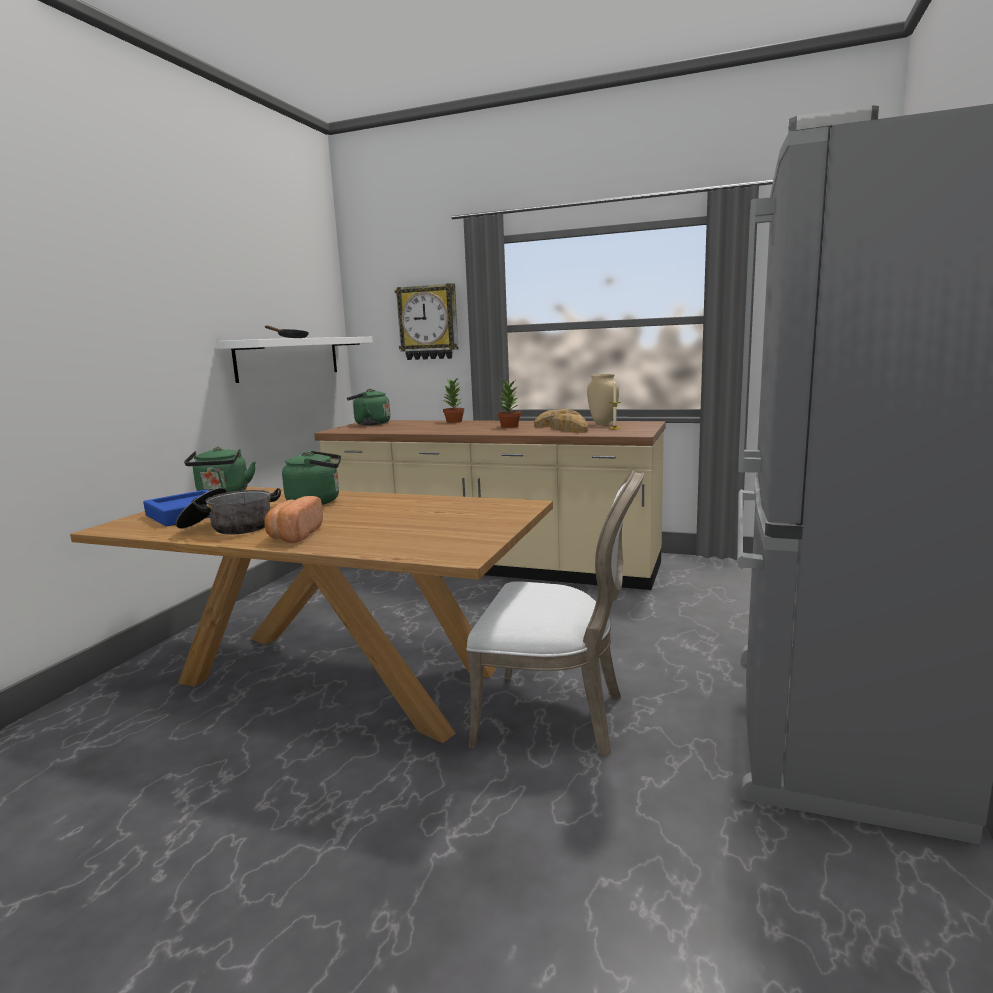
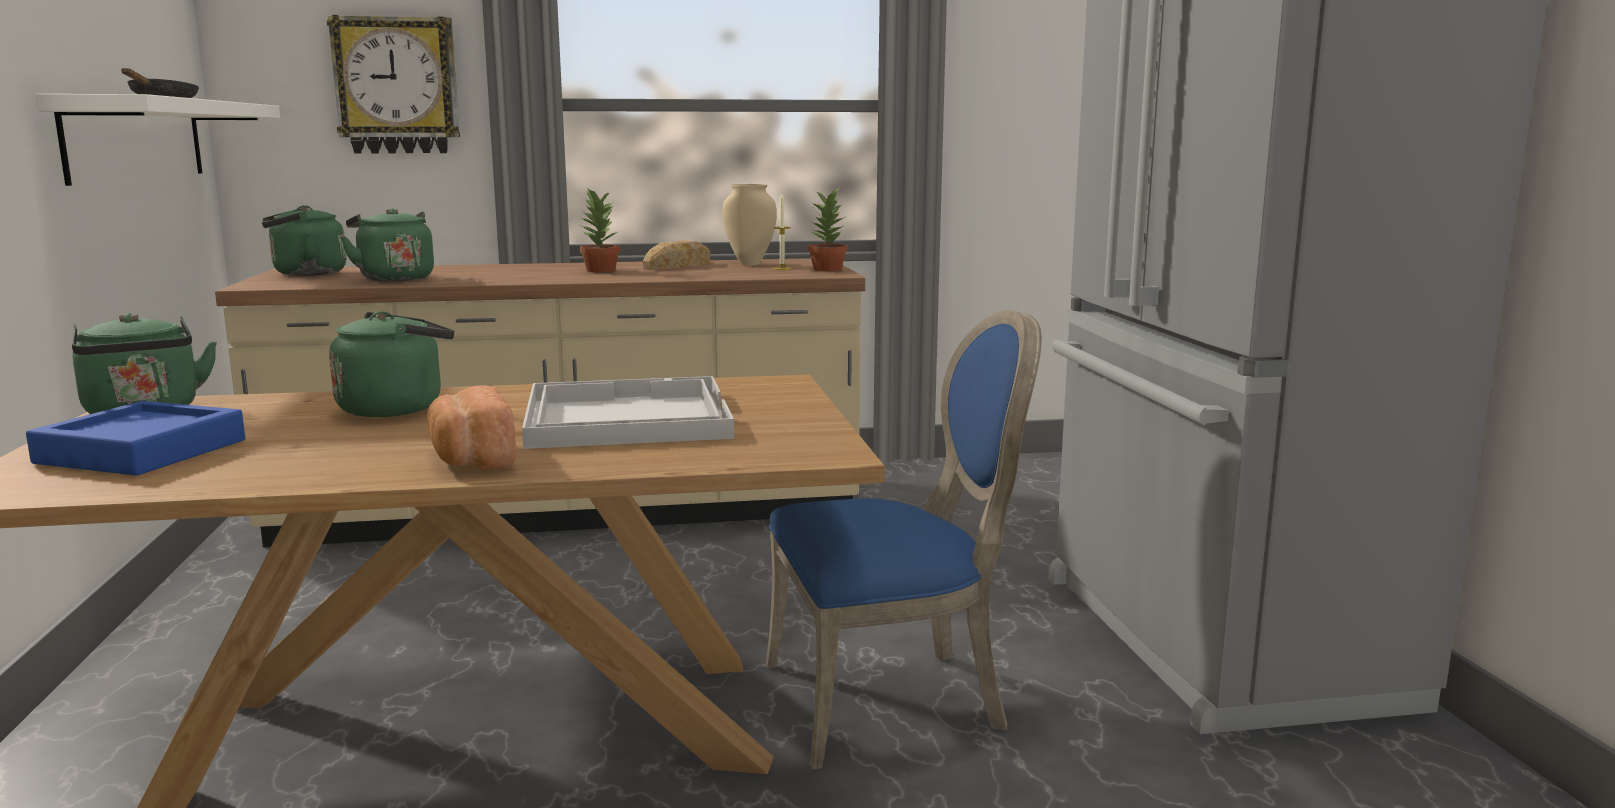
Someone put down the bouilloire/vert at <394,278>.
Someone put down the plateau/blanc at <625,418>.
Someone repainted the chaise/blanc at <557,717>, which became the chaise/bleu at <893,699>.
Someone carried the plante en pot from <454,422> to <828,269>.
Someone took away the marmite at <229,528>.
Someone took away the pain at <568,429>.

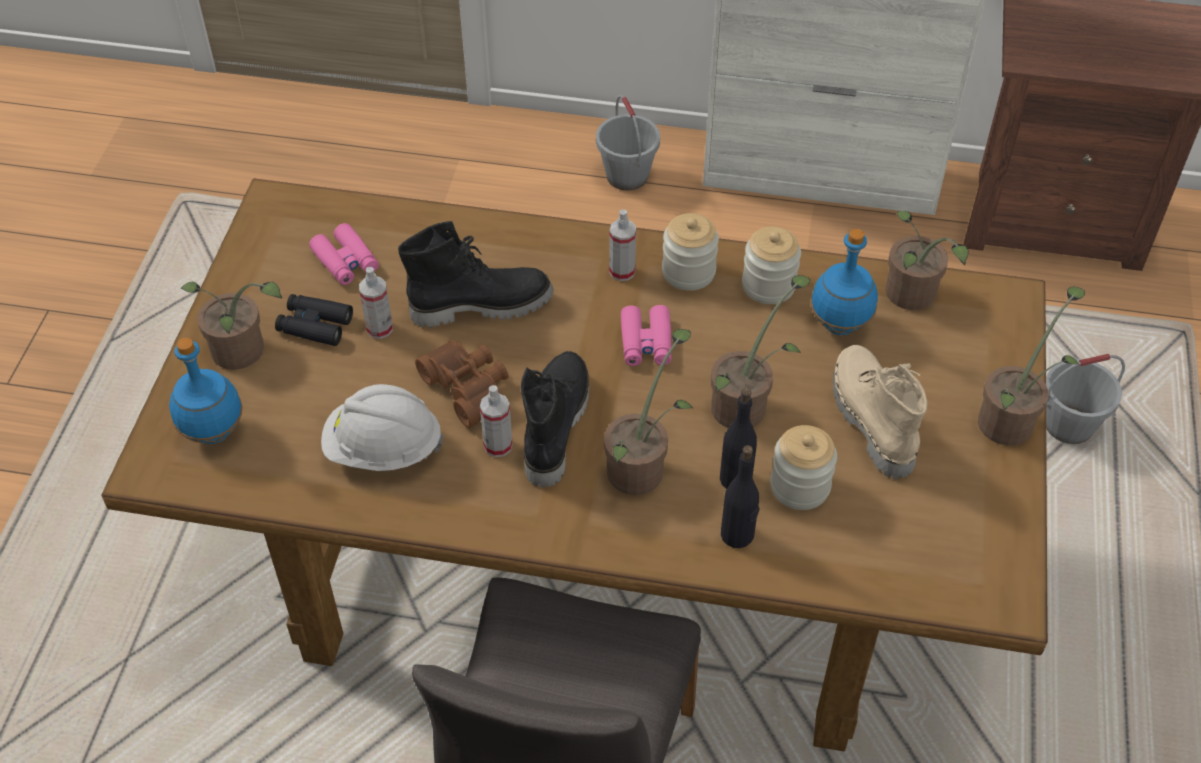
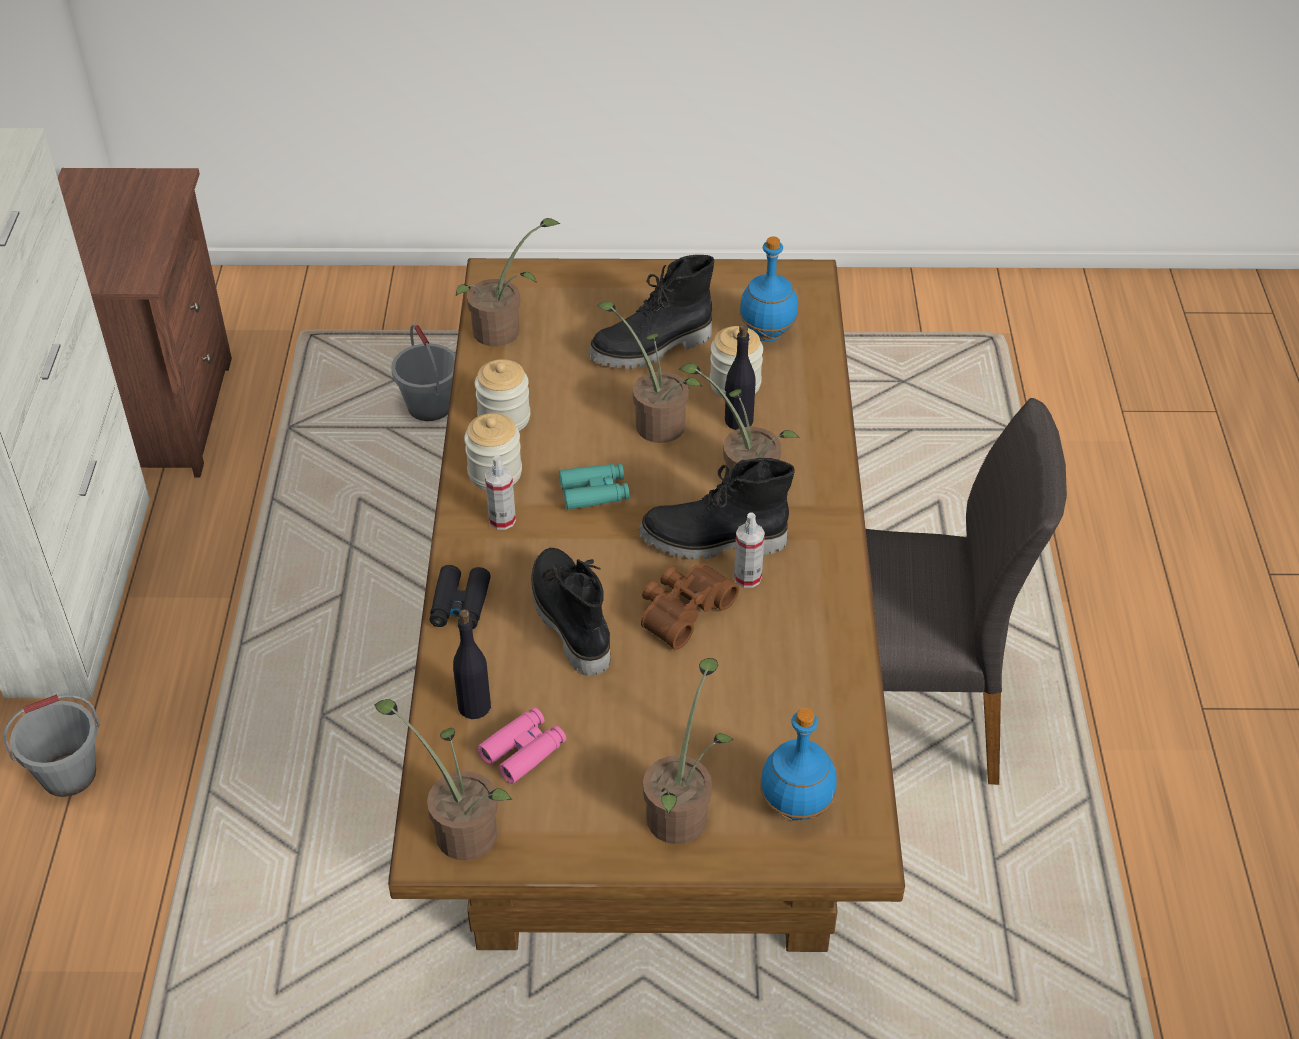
Someone carried the plante en pot from <1012,419> to <460,828>.
Someone carried the jumelles/noir from <315,325> to <460,604>.
Someone carried the bouteille/noir from <737,535> to <474,706>.
Someone repainted the jumelles/rose at <646,342>, which became the jumelles/turquoise at <594,492>.
Someone repainted the botte/beige at <869,419>, which became the botte/noir at <652,349>.
Someone carried the bouteille/bleu from <840,325> to <767,333>.
Someone took away the casque de chantier/blanc at <383,449>.
Someone took away the vaporisateur at <379,328>.

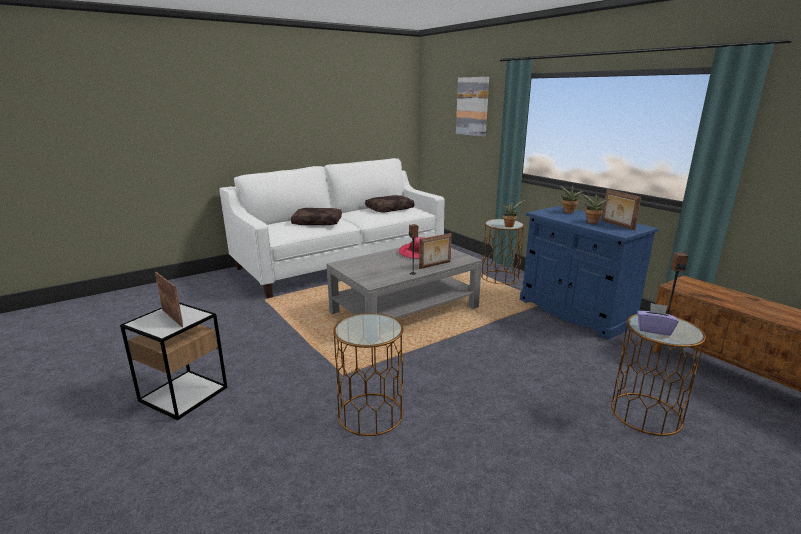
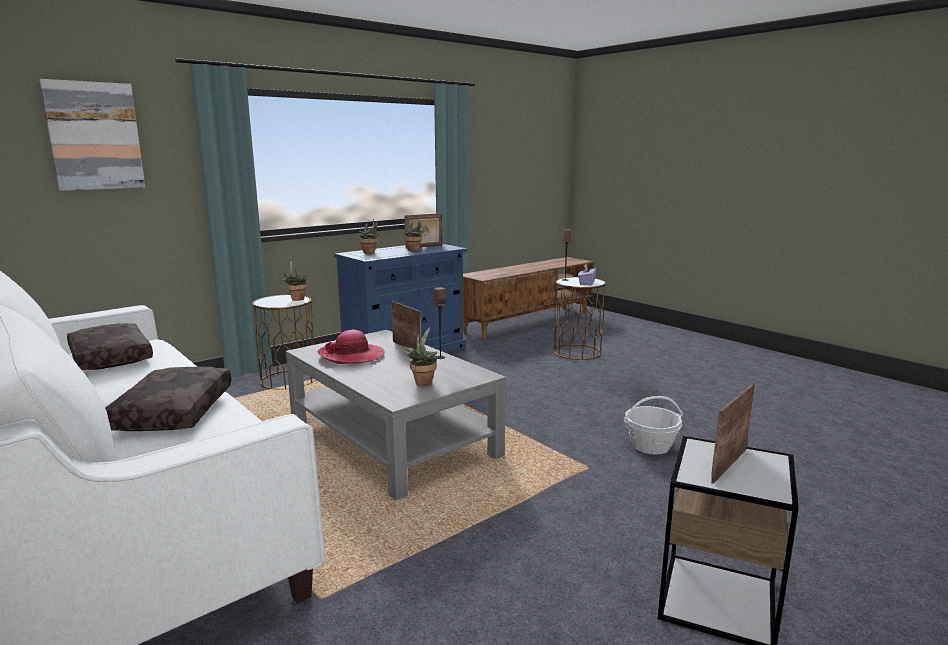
Someone put down the plante en pot at <423,382>.
Someone swapped the table d'appoint/marron at <371,413> for the panier at <650,446>.

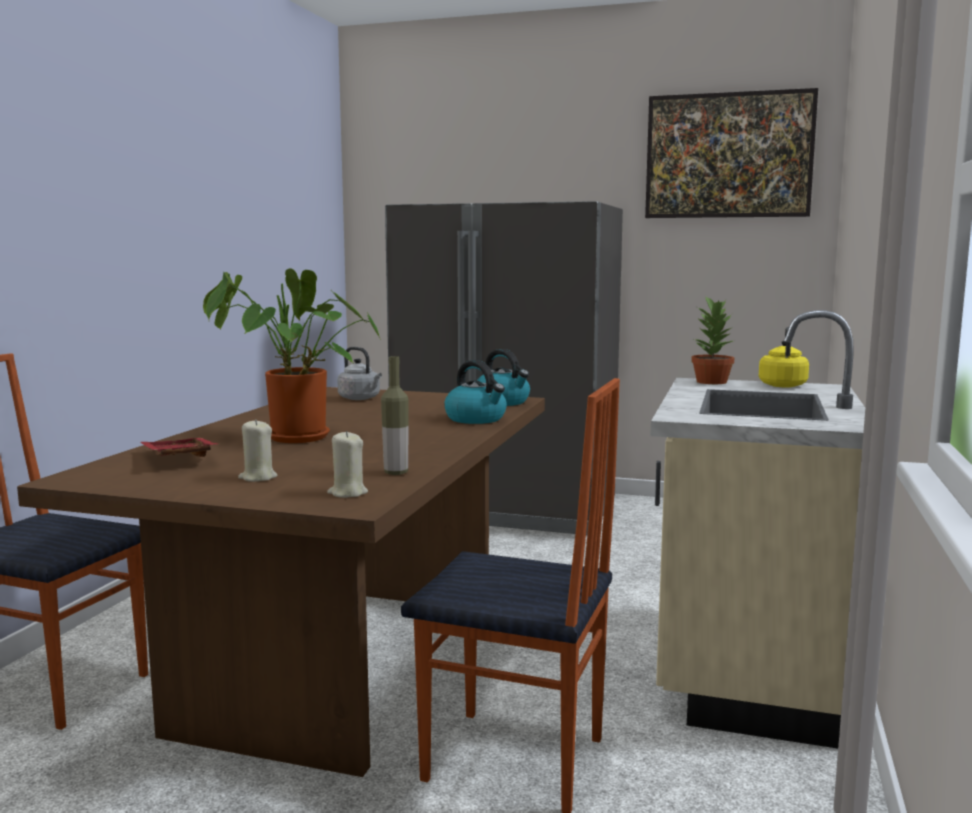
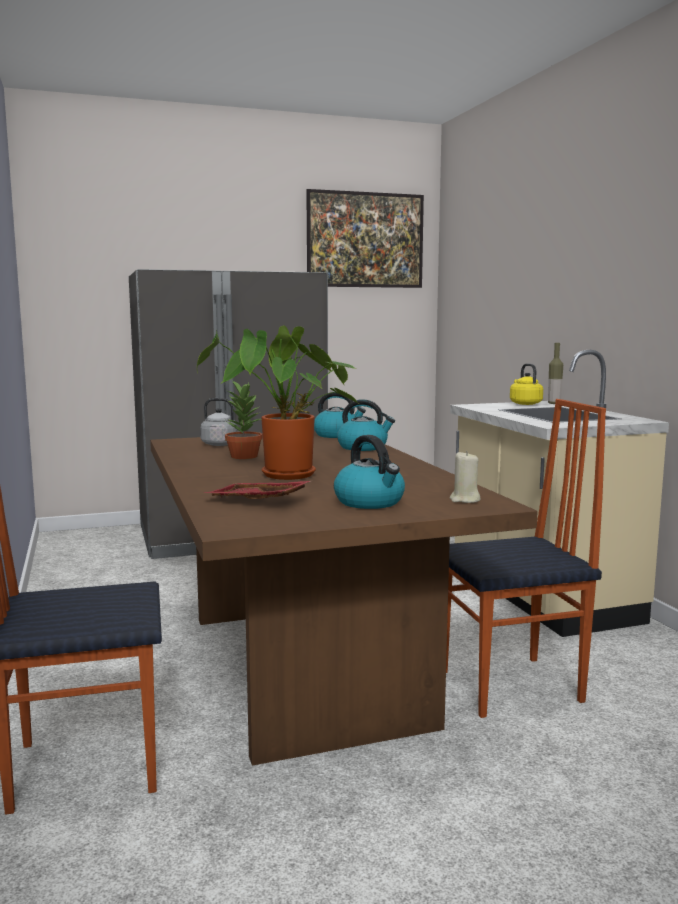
Someone carried the plante en pot from <711,382> to <244,456>.
Someone swapped the bougie/beige at <258,477> for the bouilloire at <370,502>.
Someone carried the bouteille from <396,473> to <554,403>.

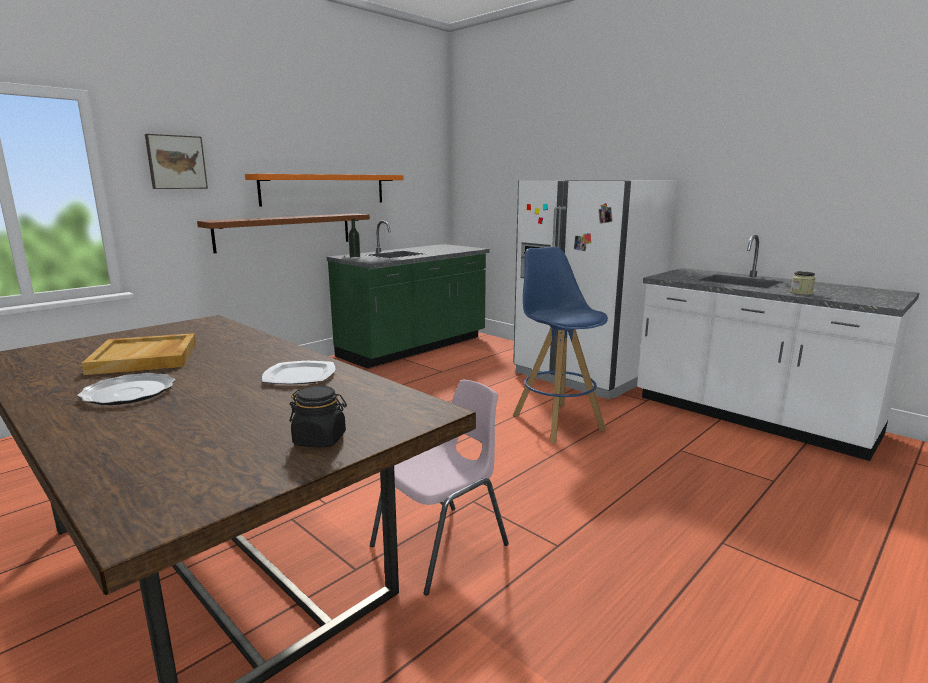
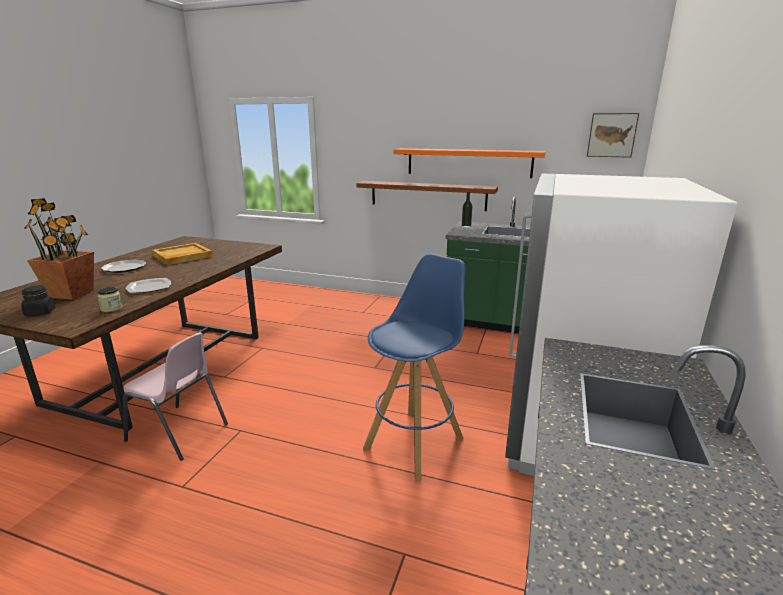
Someone put down the plante en pot at <72,294>.
Someone carried the bocal from <801,293> to <111,308>.
Someone carried the tableau from <176,162> to <611,135>.

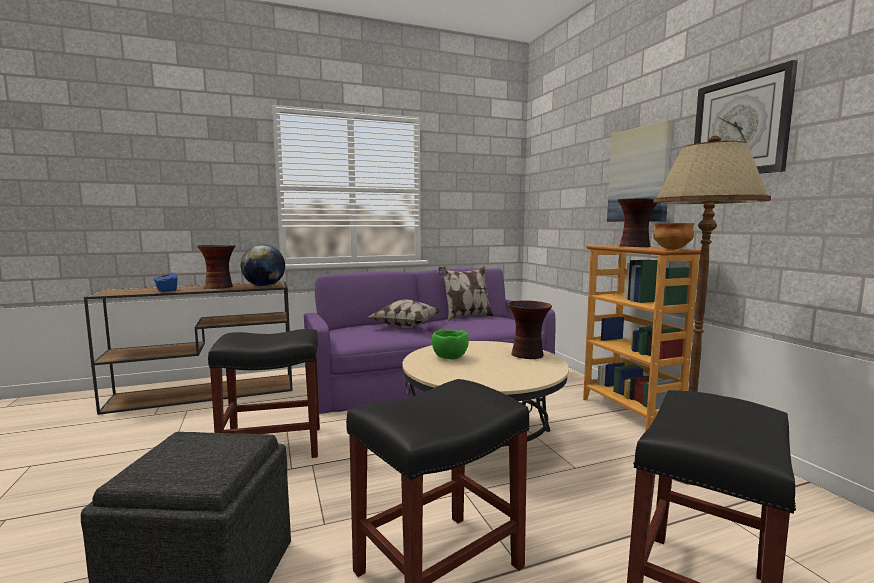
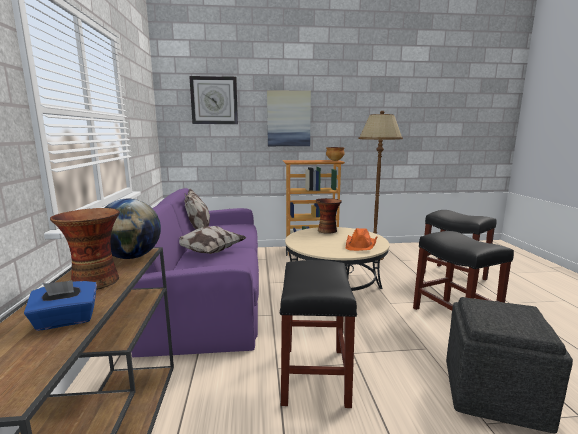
Someone carried the horloge murale from <740,127> to <214,100>.
Someone put down the chapeau/orange at <361,245>.
Someone took away the bol/vert at <450,358>.
Someone took away the vase at <635,246>.

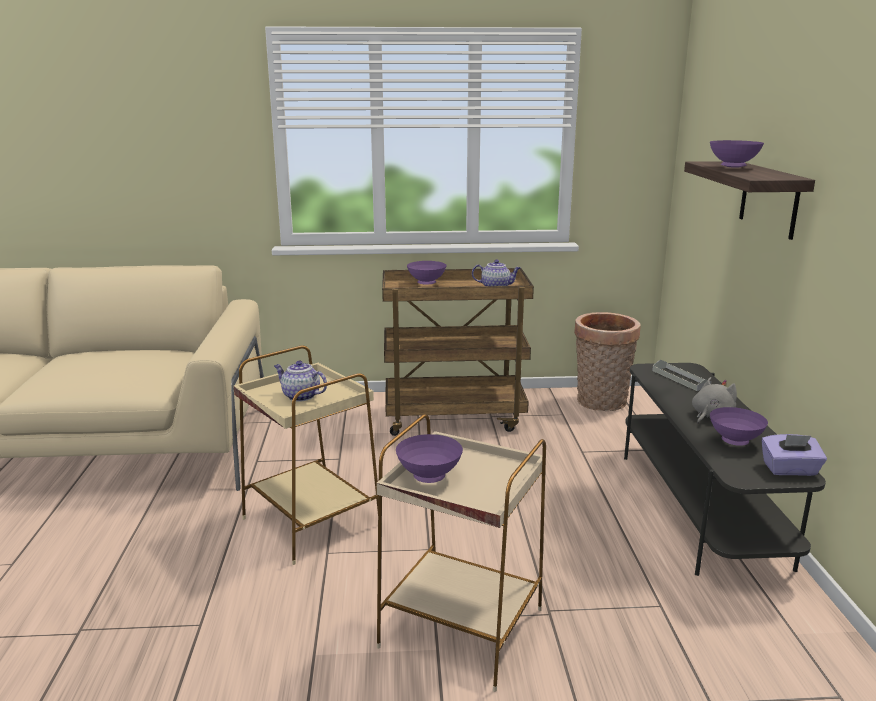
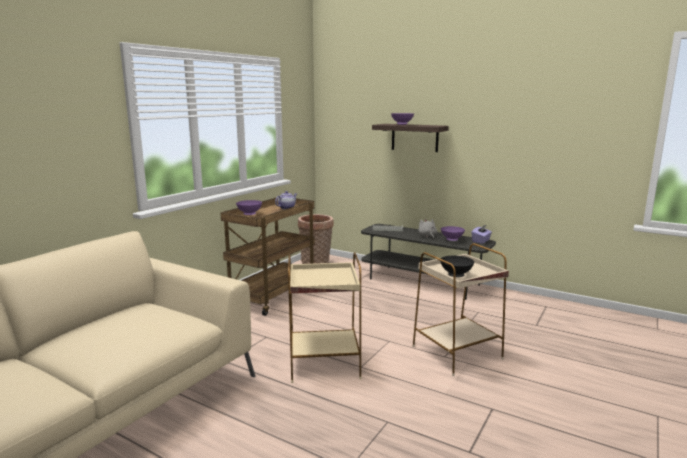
Someone repainted the bol/violet at <429,478>, which became the bol/noir at <456,276>.
Someone took away the théière at <300,396>.

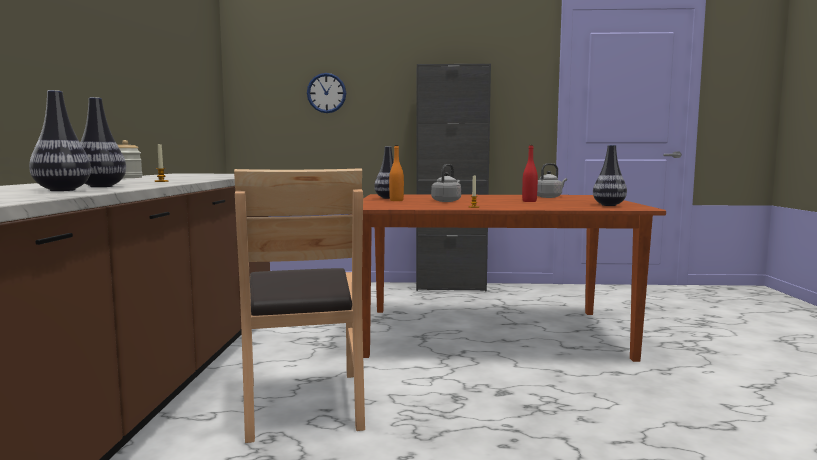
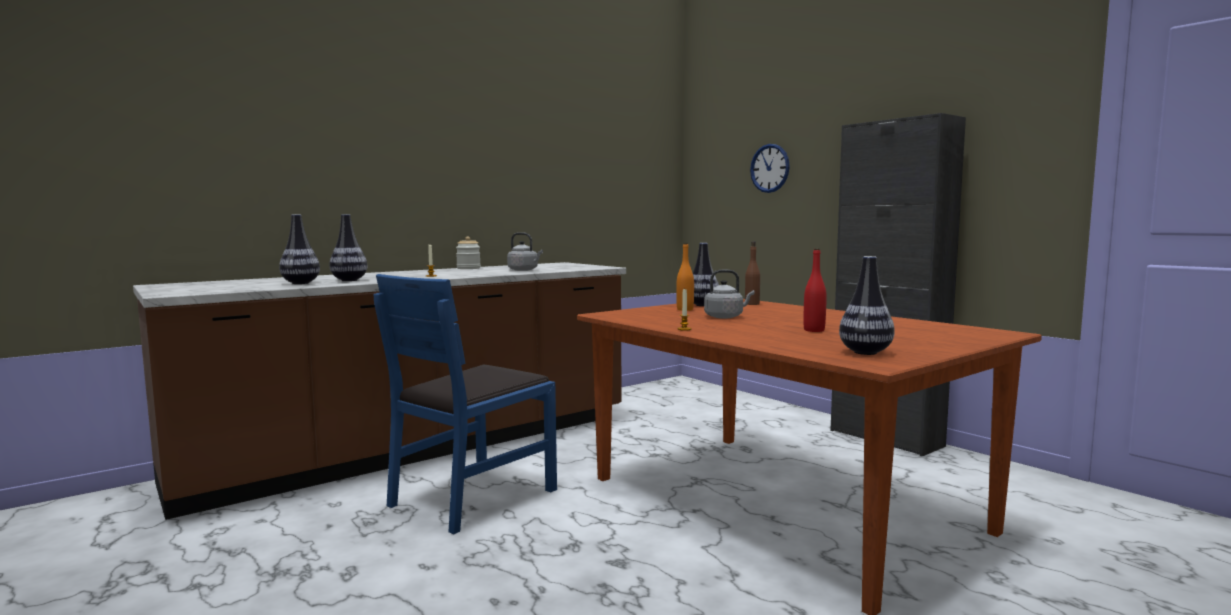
Someone repainted the chaise/marron at <303,403>, which became the chaise/bleu at <472,496>.
Someone carried the bouilloire/gris from <549,197> to <524,270>.
Someone put down the bouteille/marron at <752,304>.

